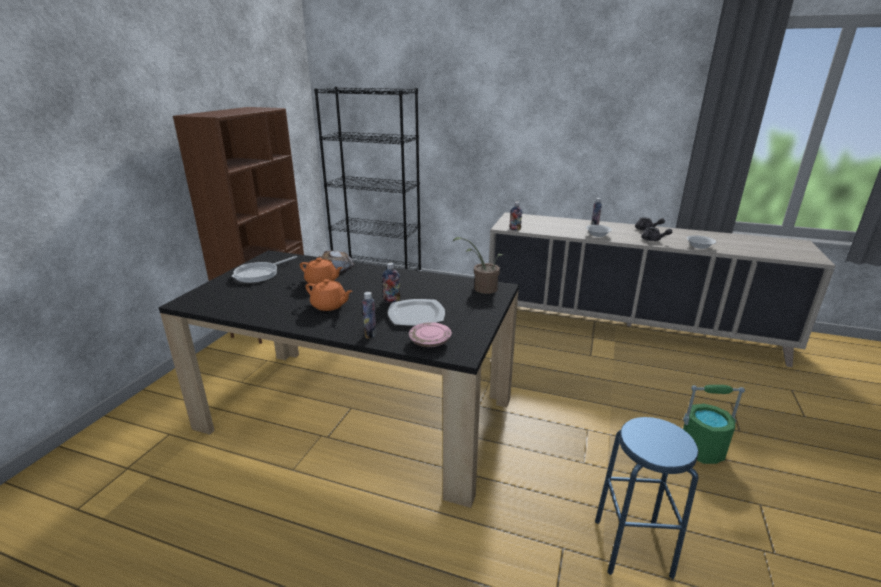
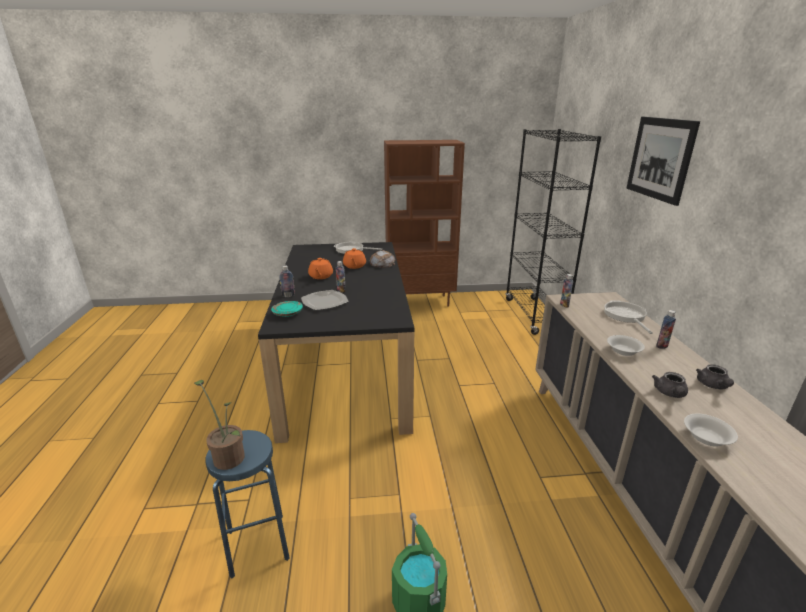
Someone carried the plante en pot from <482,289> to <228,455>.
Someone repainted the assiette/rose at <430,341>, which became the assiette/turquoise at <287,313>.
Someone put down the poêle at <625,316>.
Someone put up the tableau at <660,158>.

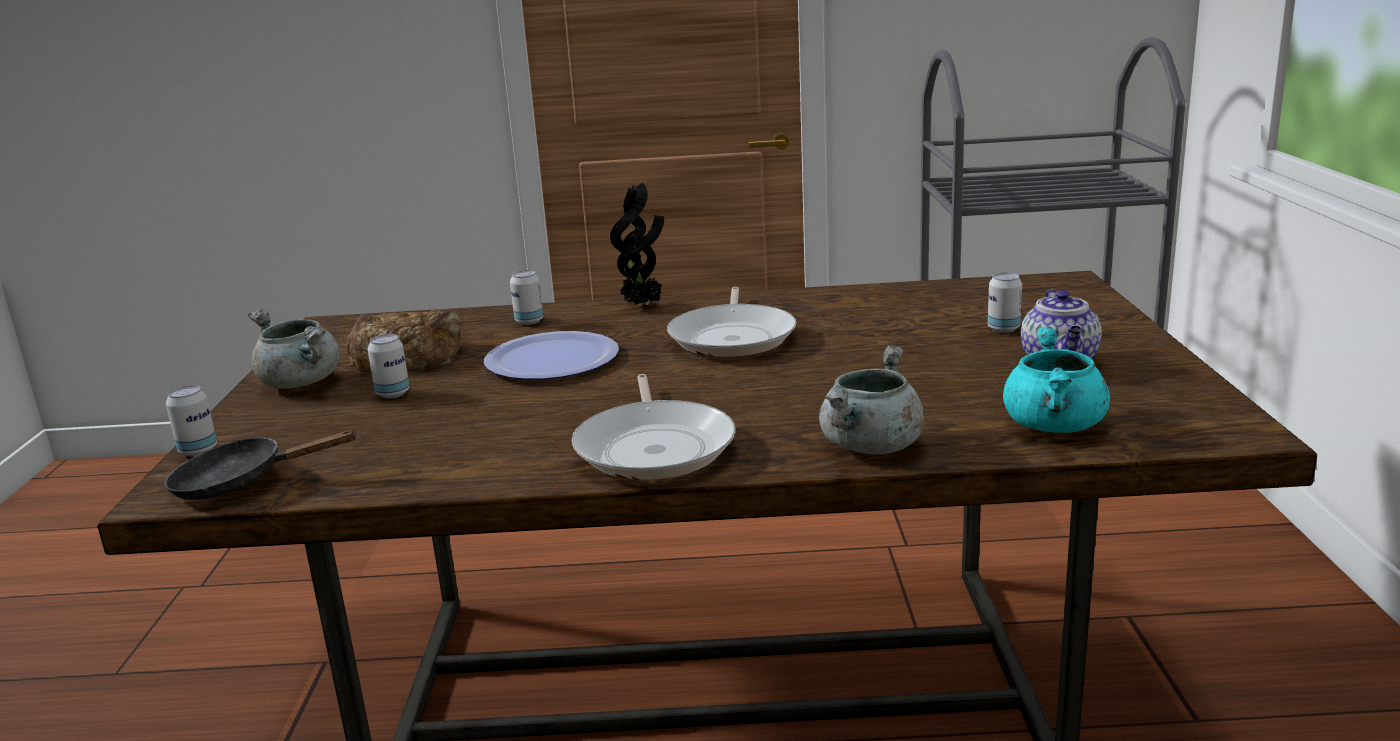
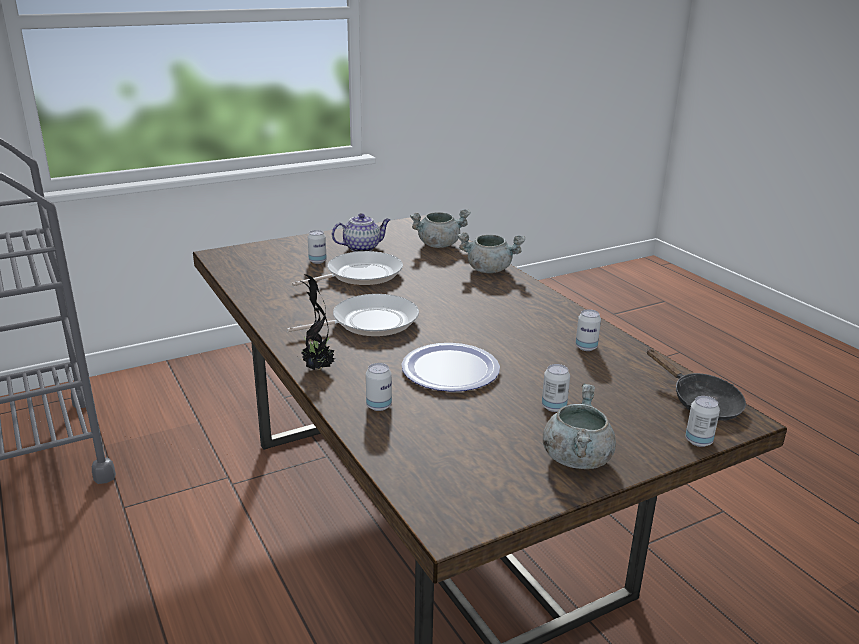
Someone carried the poêle from <655,447> to <360,275>.
Someone repainted the marmite/turquoise at <1054,427>, which became the marmite/gris at <439,244>.
Someone put down the boîte métallique at <586,347>.
Someone took away the pain at <407,355>.

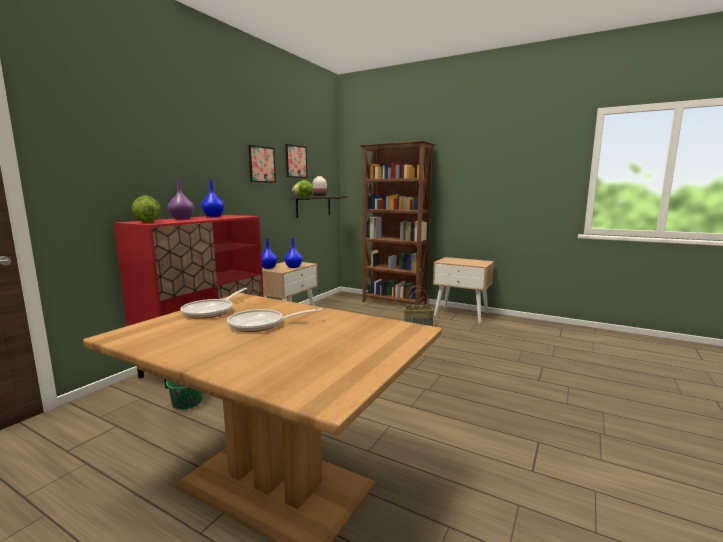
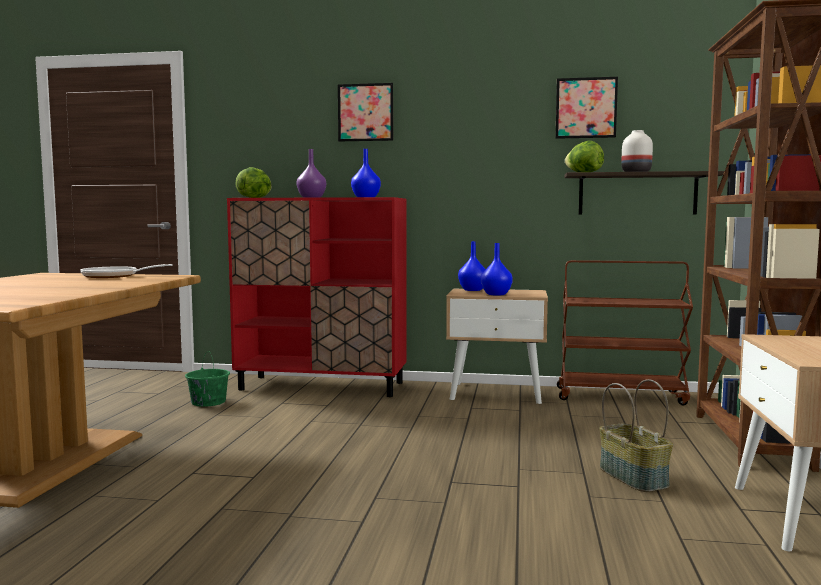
Someone carried the tableau from <262,164> to <365,112>.
Someone put down the chariot/marron at <621,396>.
Someone took away the poêle at <261,324>.

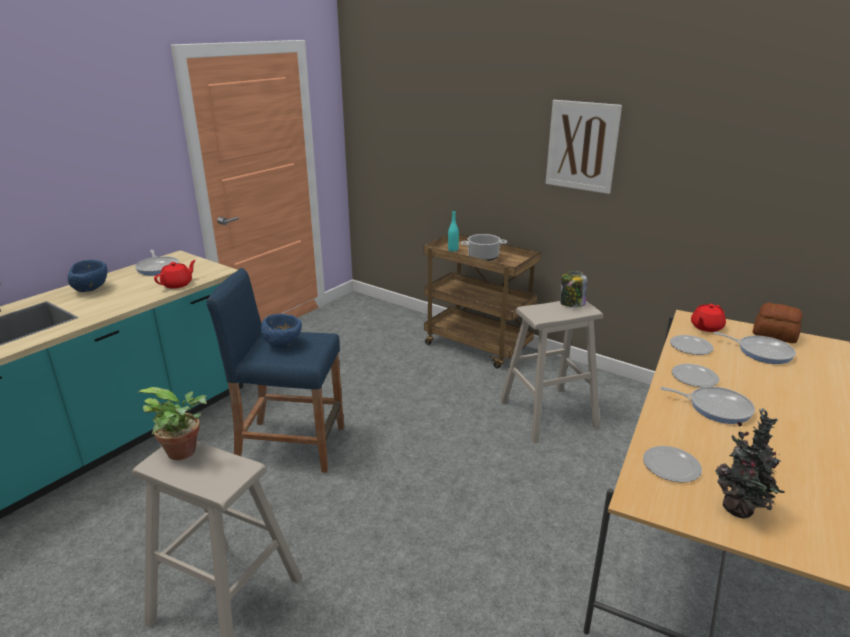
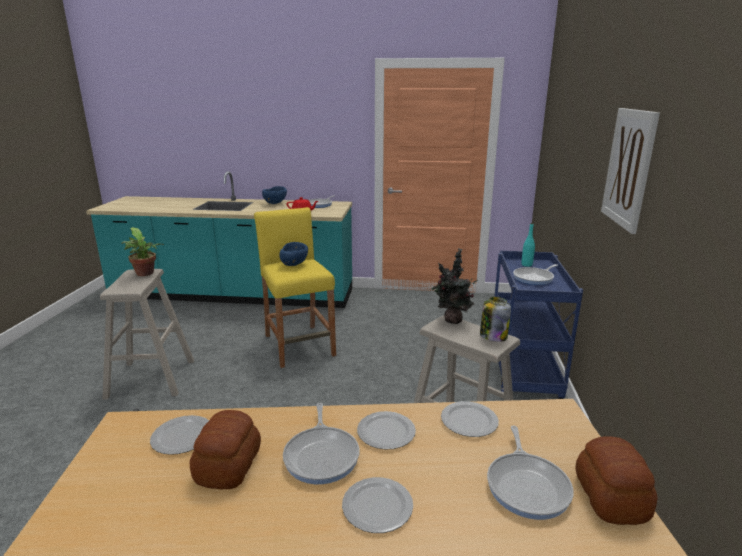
Someone put down the pain at <229,465>.
Someone repainted the tabouret/bleu at <291,445>, which became the tabouret/jaune at <299,345>.
Someone put down the assiette at <377,508>.
Someone carried the plante en pot from <740,511> to <452,321>.
Someone repainted the chariot/marron at <478,347>, which became the chariot/bleu at <524,375>.
Someone swapped the marmite at <483,257> for the poêle at <534,278>.
Someone took away the théière/rouge at <706,327>.

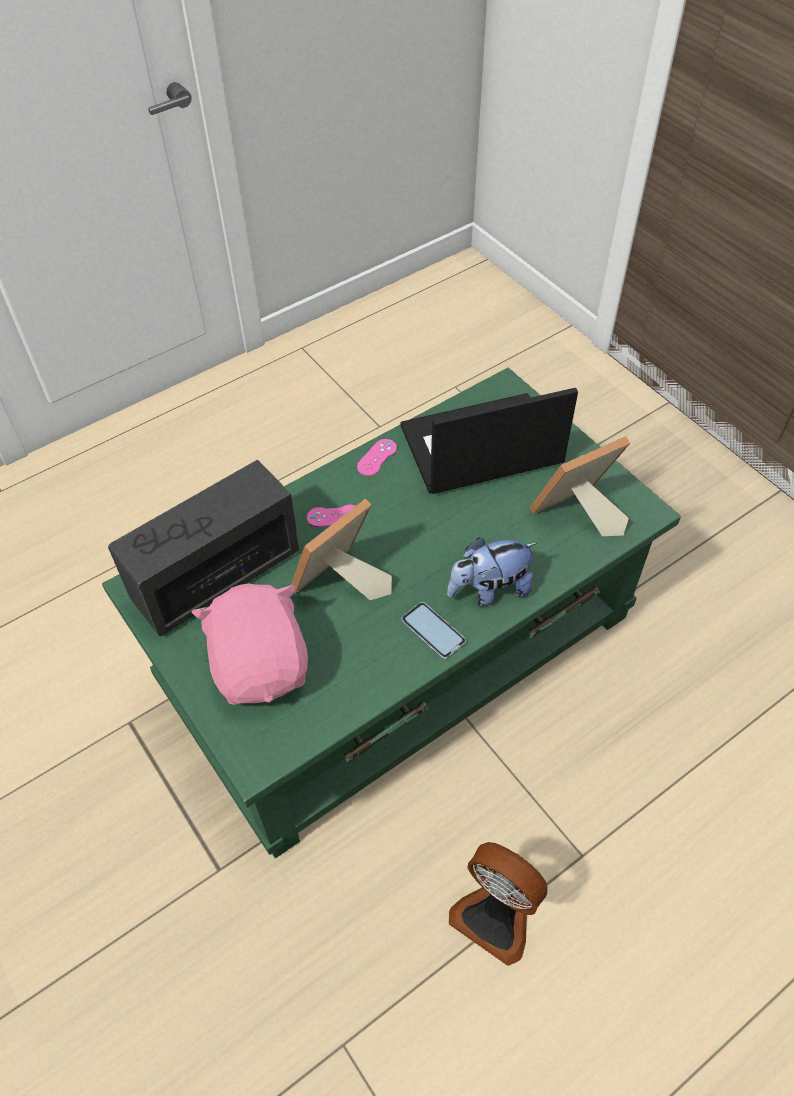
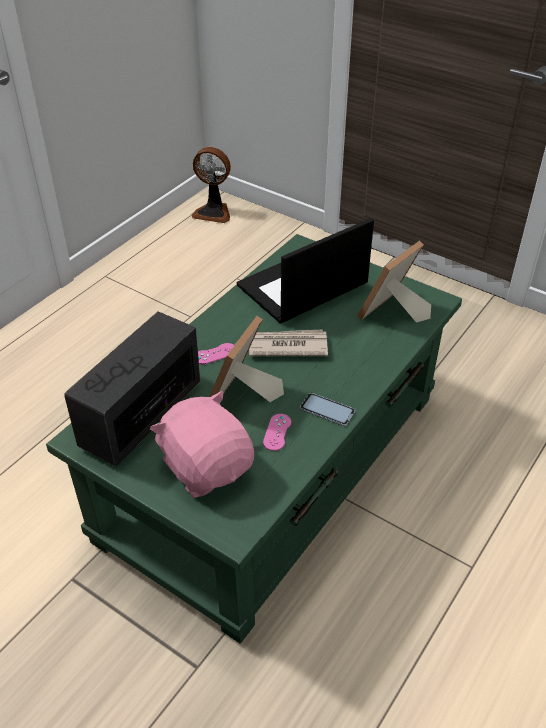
Someone carried the ventilateur from <496,915> to <213,212>.
Someone put down the journal at <287,346>.
Someone carried the manette/rose from <377,457> to <277,432>.
Someone took away the peluche at <489,590>.

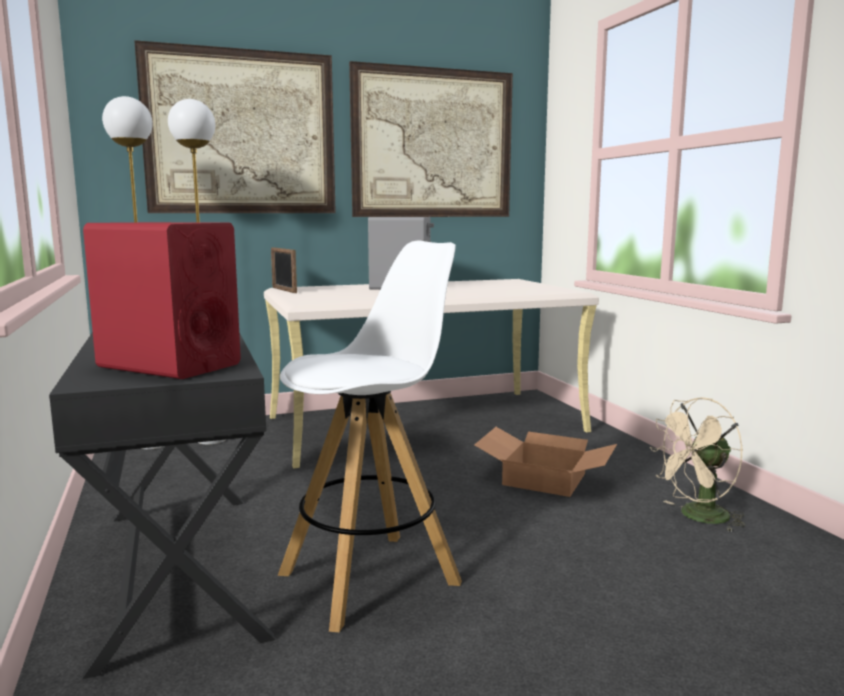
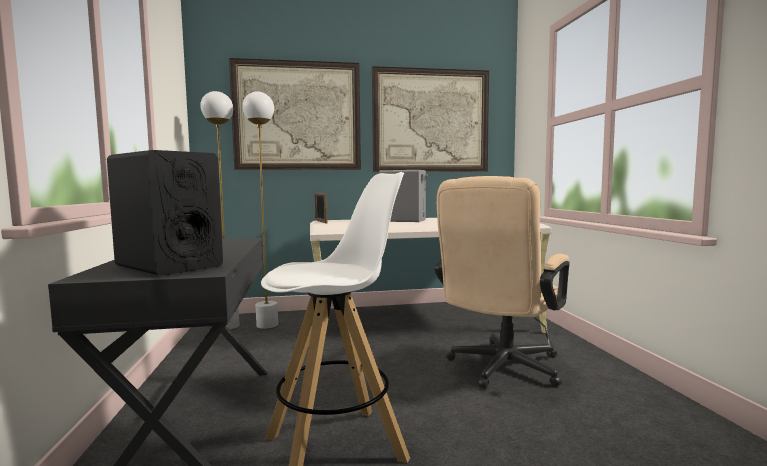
Someone repainted the enceinte/rouge at <168,365>, which became the enceinte/noir at <168,266>.
Someone swapped the carton at <543,479> for the chaise de bureau/beige at <500,370>.
Someone took away the ventilateur/beige at <697,517>.

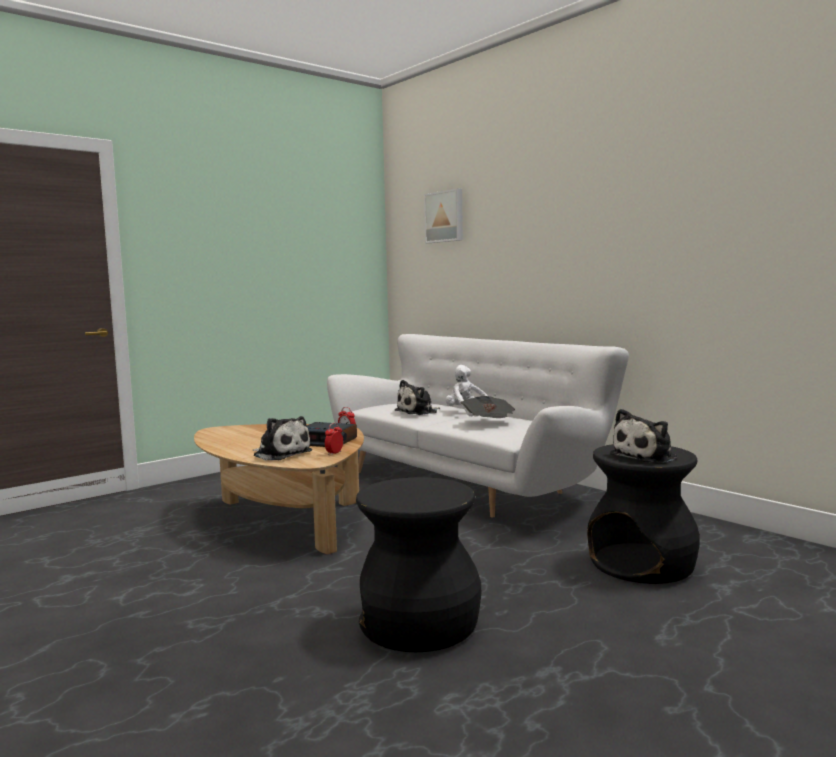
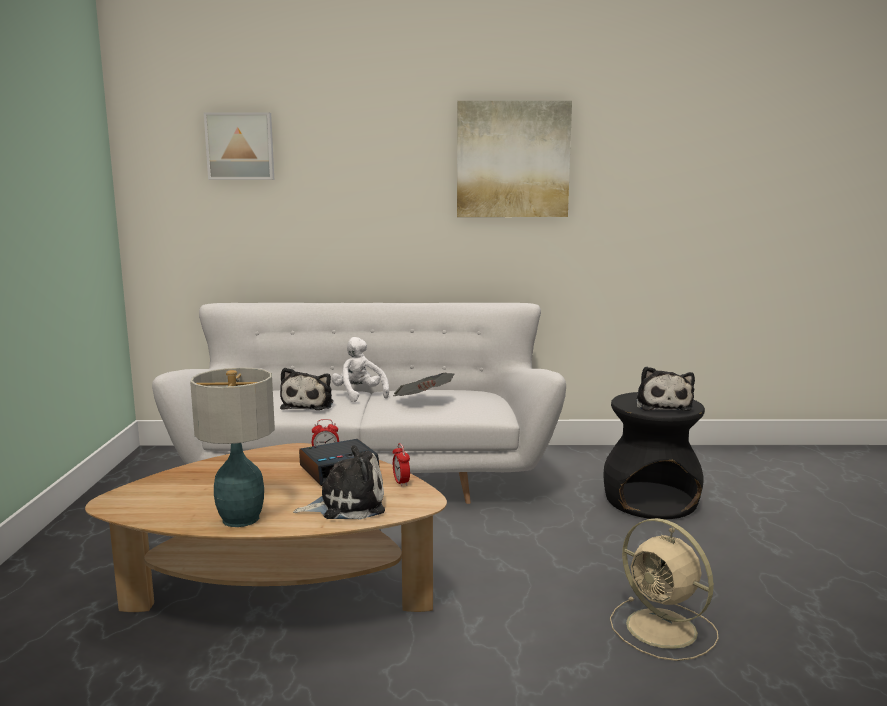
Someone put down the lampe de table at <240,519>.
Someone rotated the peluche/blanc at <466,413> by 60 degrees clockwise.
Someone put up the tableau at <512,160>.
Someone swapped the tabouret/noir at <420,625> for the ventilateur/beige at <664,630>.

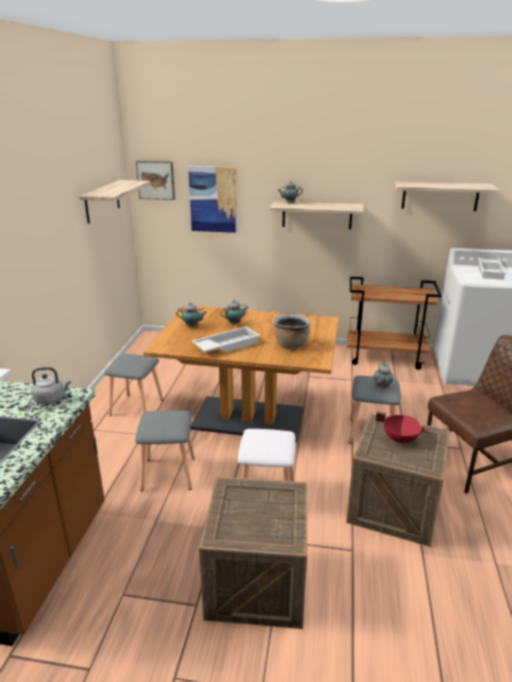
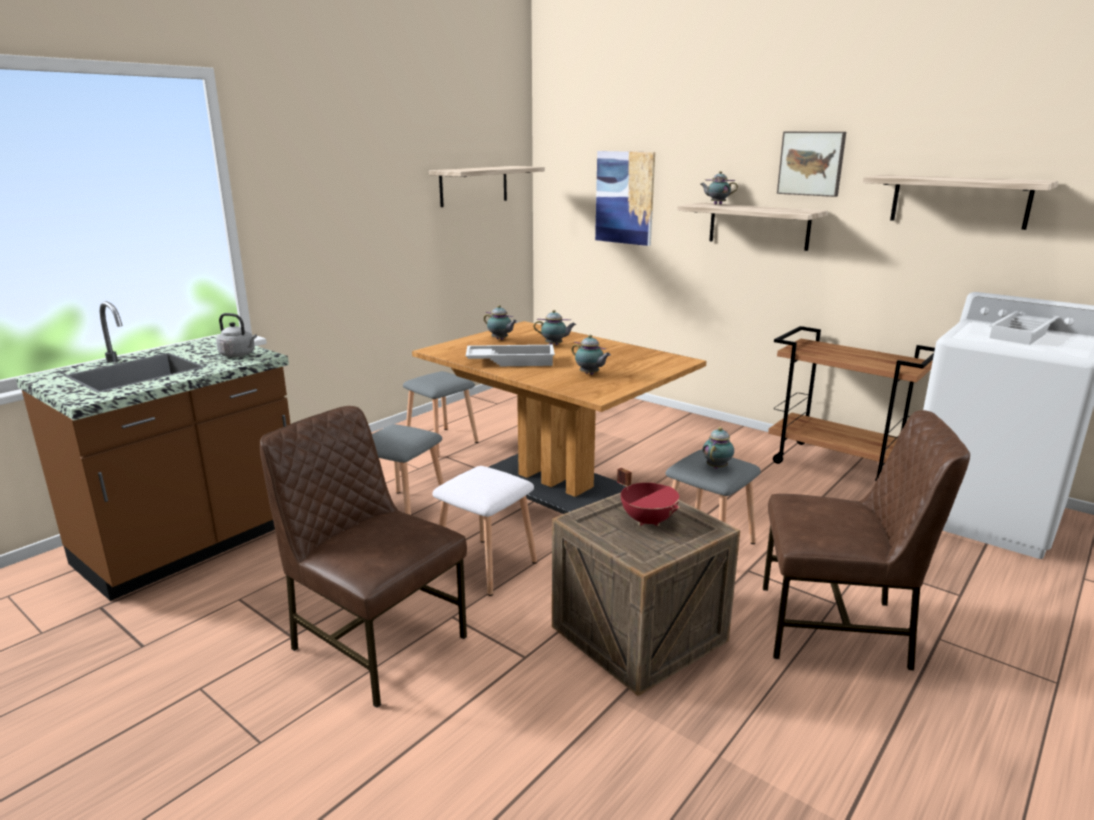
Someone swapped the caisse at <257,582> for the chaise/marron at <376,642>.
Someone swapped the marmite/marron at <291,345> for the théière at <590,374>.
Someone carried the tableau from <156,180> to <811,163>.

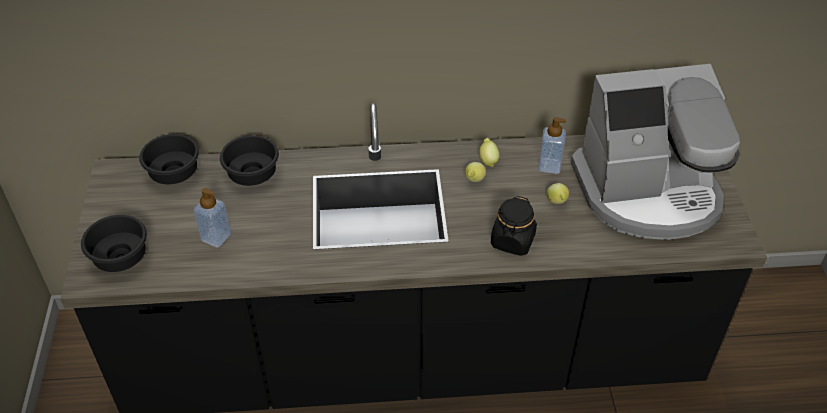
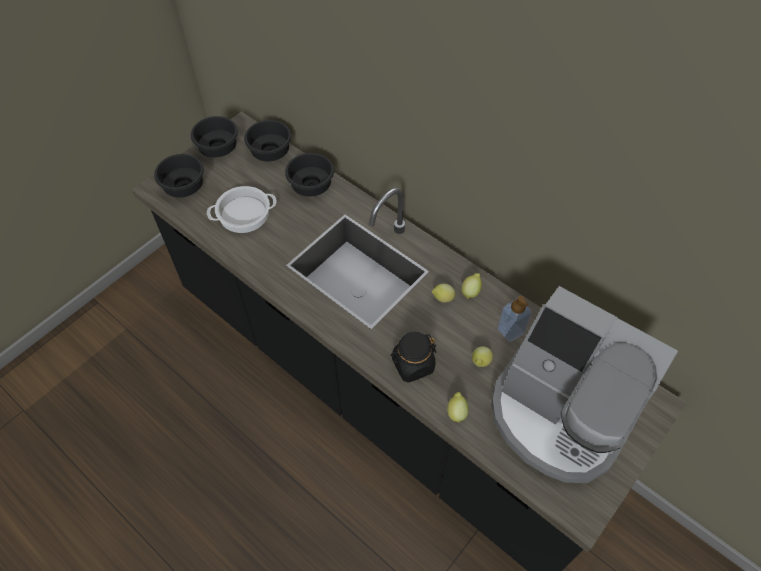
Someone put down the bol/noir at <218,147>.
Someone swapped the distributeur de savon at <216,237> for the marmite at <244,213>.
Someone put down the citron at <456,412>.

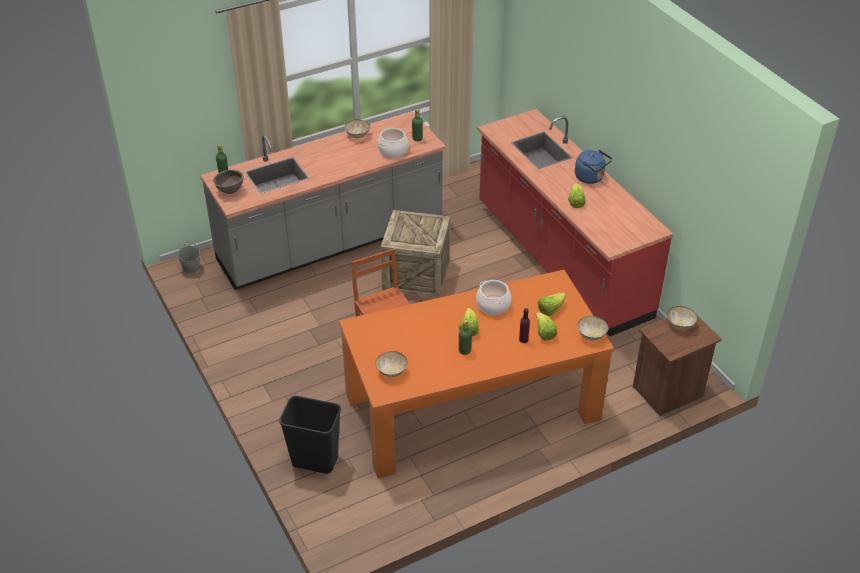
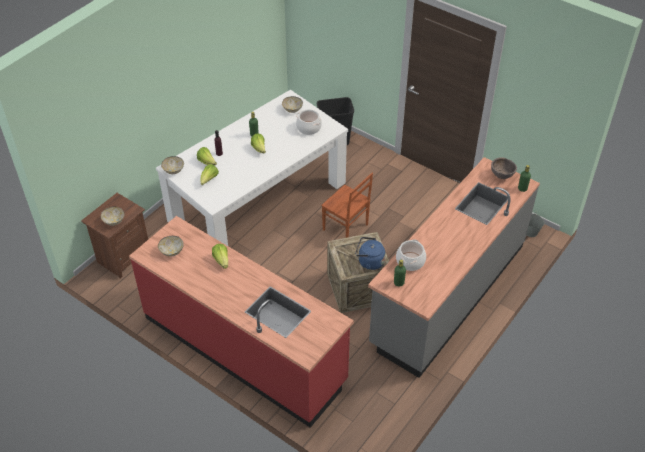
Someone repainted the table à manger/orange at <472,406>, which became the table à manger/blanc at <258,202>.
Someone carried the bol from <357,135> to <171,251>.
Someone carried the marmite from <493,305> to <308,128>.
Someone carried the bouilloire/bleu from <591,178> to <369,262>.

